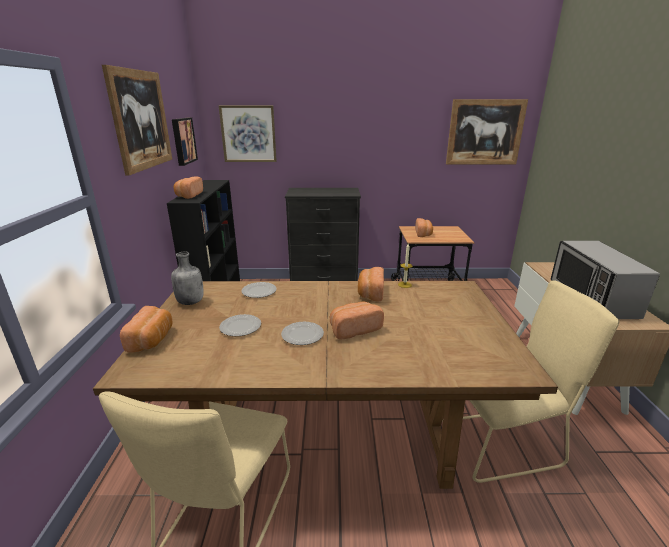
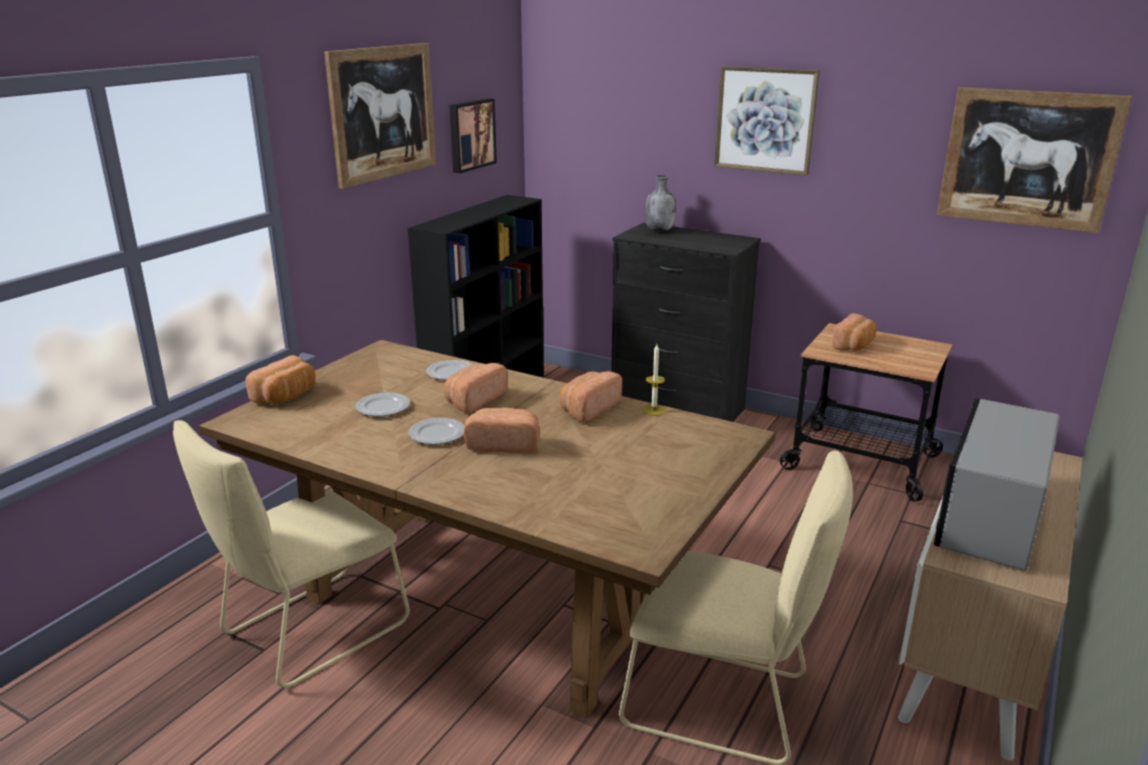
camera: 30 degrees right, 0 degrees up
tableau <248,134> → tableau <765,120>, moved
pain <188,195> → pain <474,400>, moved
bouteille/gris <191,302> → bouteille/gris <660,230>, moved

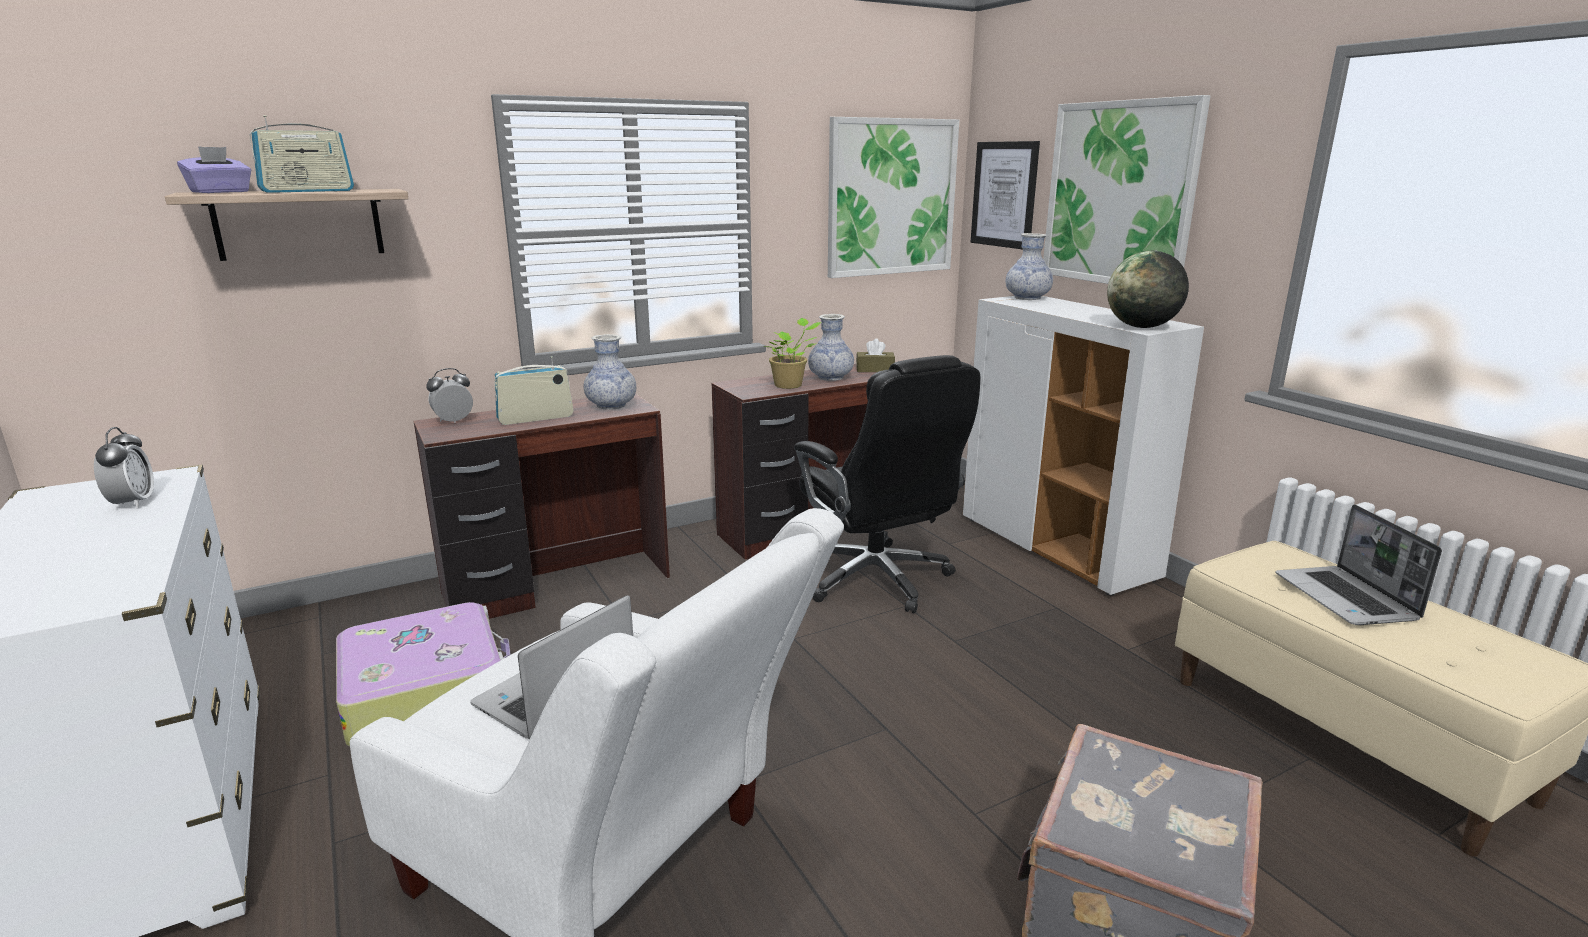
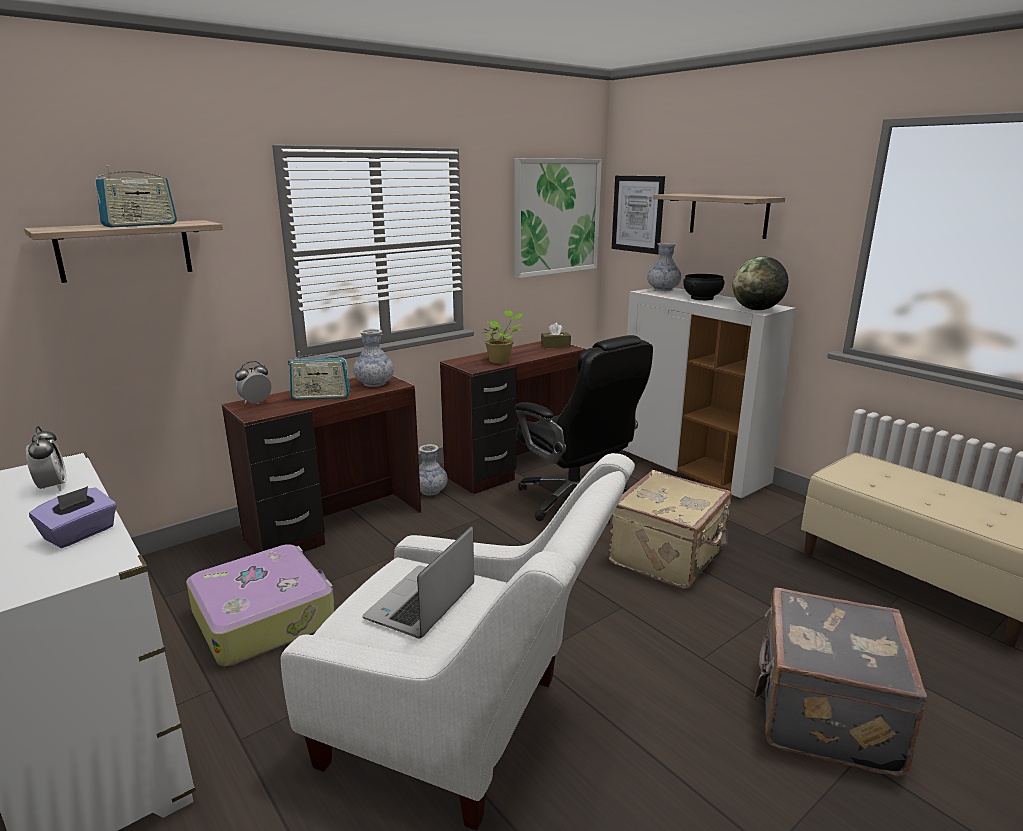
camera: 10 degrees left, 0 degrees up
tableau <1119,194> → étagère <728,215>
boîte à mouchoirs/violet <220,192> → boîte à mouchoirs/violet <80,534>, moved
vase <830,378> → vase <430,491>, moved
radio <535,418> → radio <321,397>, 150 degrees counterclockwise
ordinateur portable <1347,598> → -
- → bol/noir <702,298>
- → valise/beige <669,556>

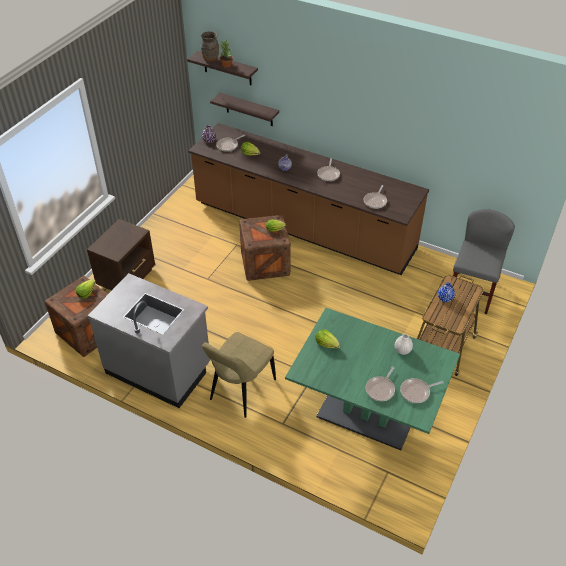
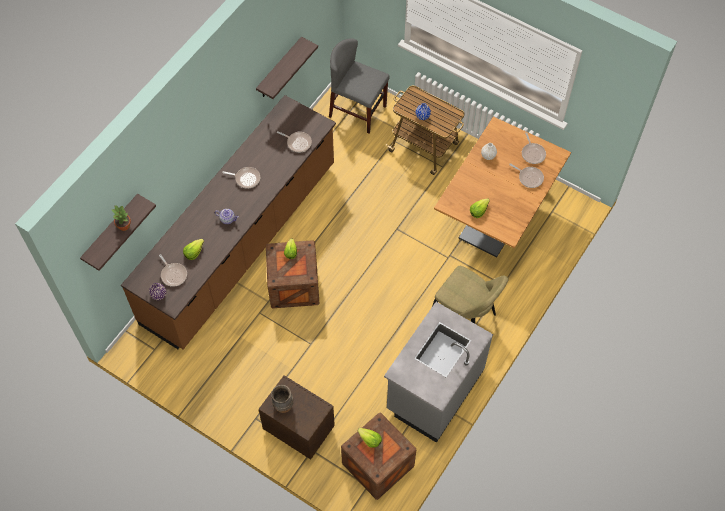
camera: 85 degrees left, 15 degrees up
vase/marron <210,59> → vase/marron <283,406>, moved
étagère <249,110> → étagère <279,69>, moved
table à manger/vert <366,415> → table à manger/marron <495,218>

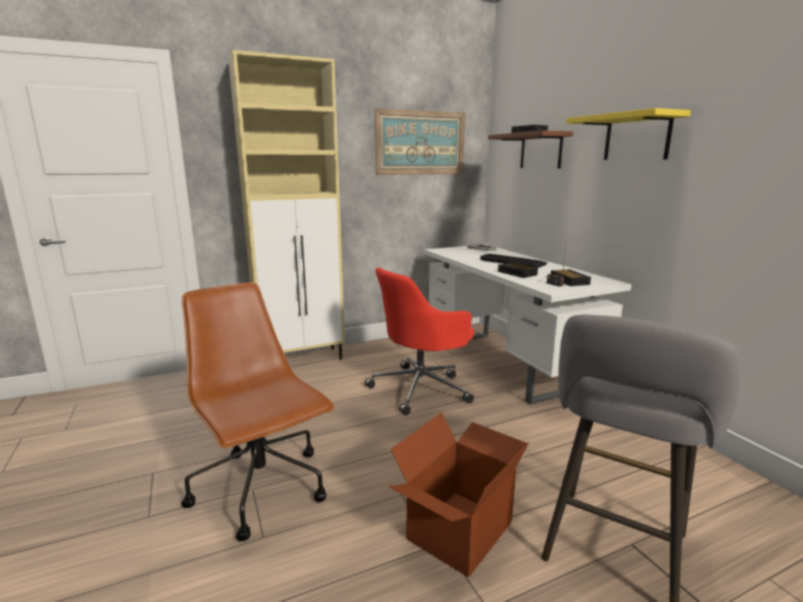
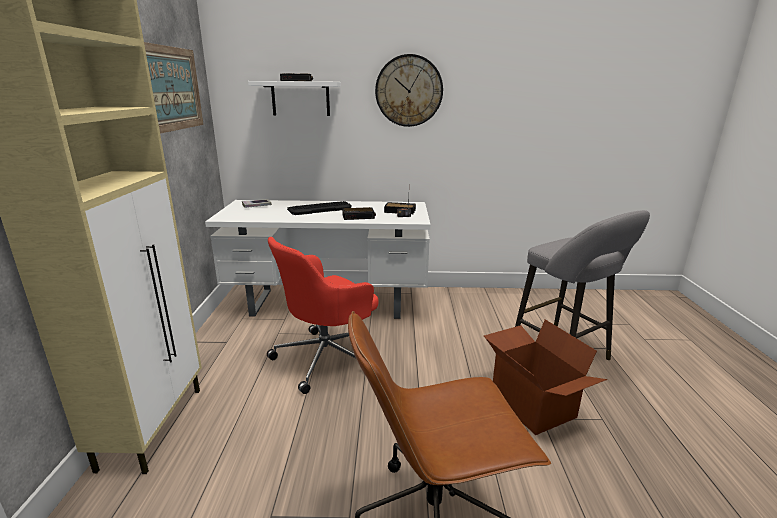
camera: 65 degrees left, 5 degrees up
étagère/jaune <636,137> → horloge murale <409,91>
étagère/marron <541,151> → étagère/blanc <300,98>
chaise de bureau/rouge <421,388> → chaise de bureau/rouge <327,358>, 60 degrees clockwise

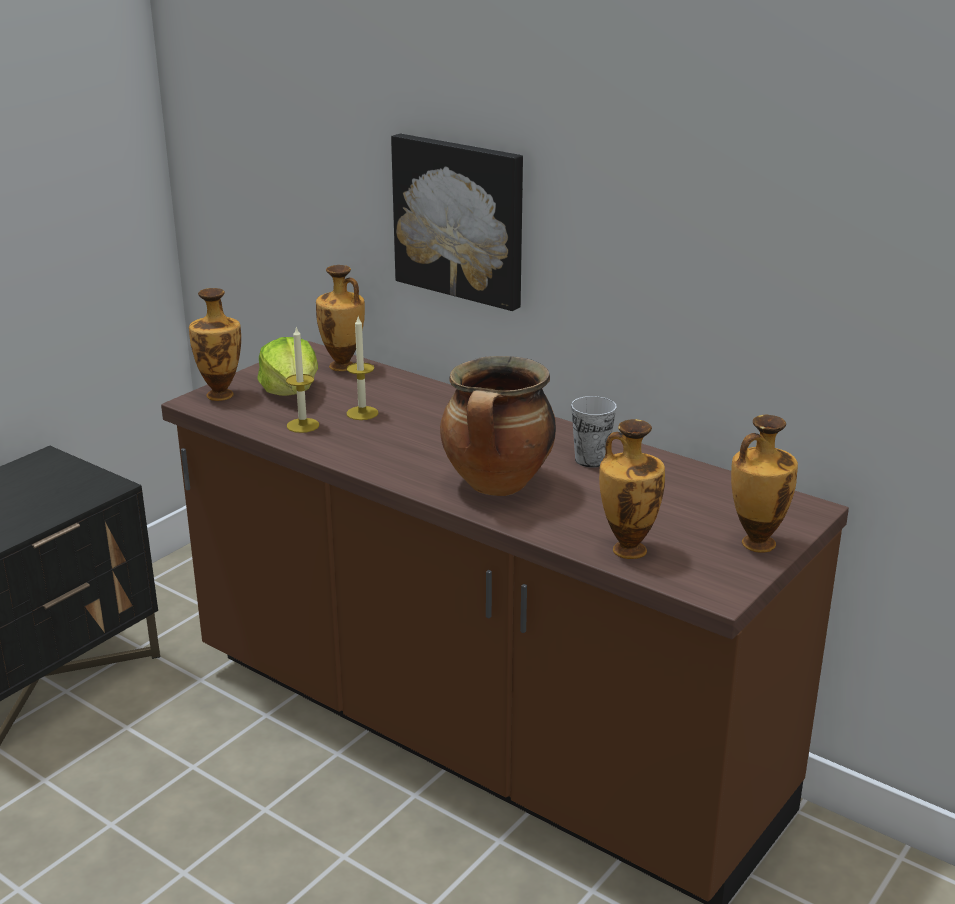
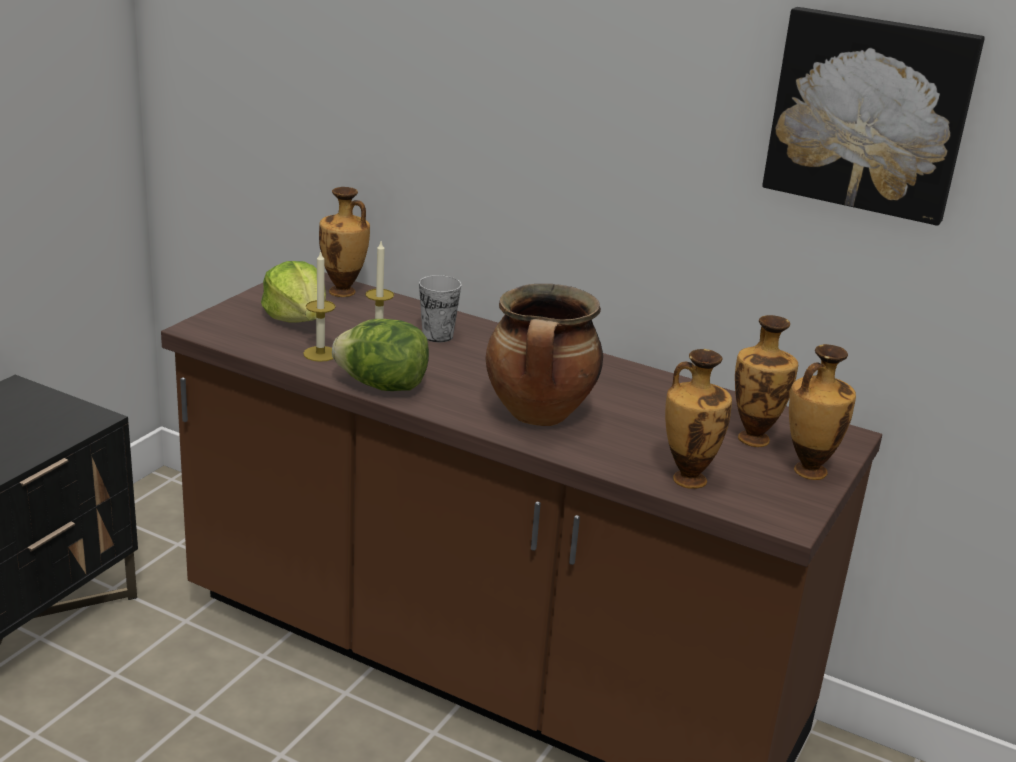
camera: 10 degrees left, 0 degrees up
tableau <461,219> → tableau <869,113>, moved
vase <221,394> → vase <754,438>, moved
tasse <591,460> → tasse <437,335>, moved
- → laitue <382,386>

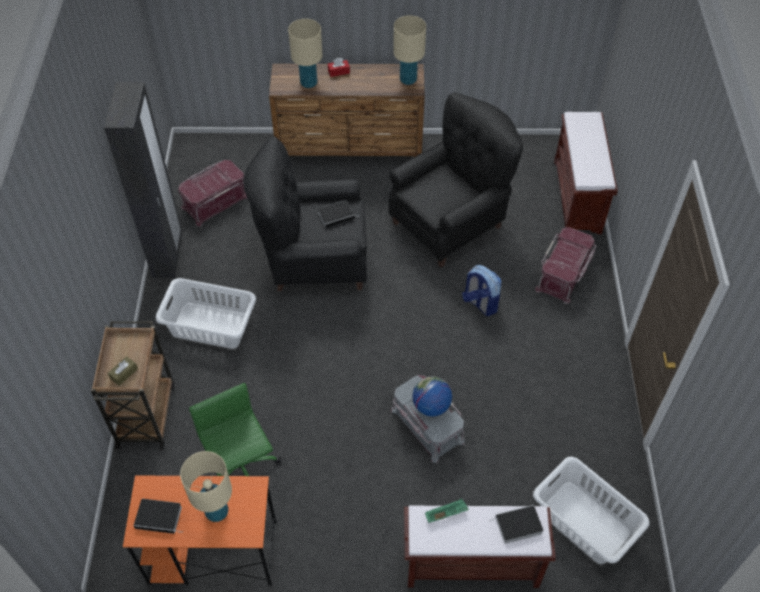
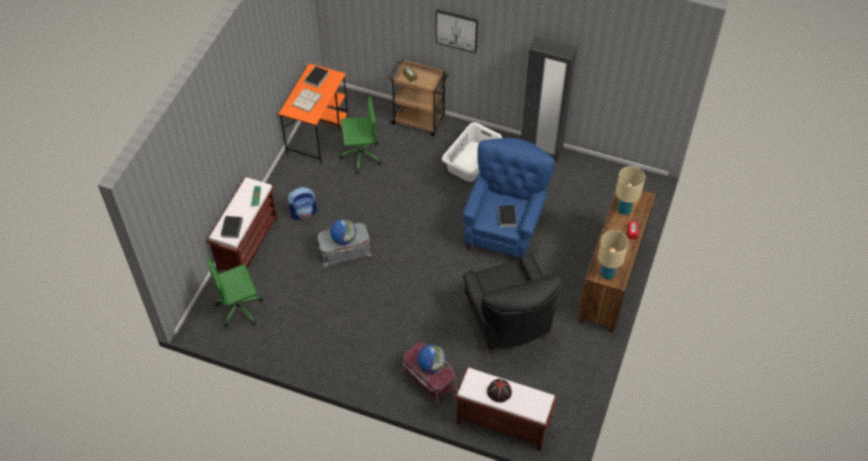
camera: 110 degrees right, 0 degrees up
fauteuil/noir <314,261> → fauteuil/bleu <504,228>
boîte de rangement/rouge <215,201> → -
sac à dos <480,303> → sac à dos <304,212>, moved
lampe de table/beige <217,511> → livre/blanc <307,100>
panier à linge/blanc <584,523> → chaise de bureau/vert <240,308>
- → tableau <457,30>
- → globe <431,365>
- → chapeau/noir <499,391>

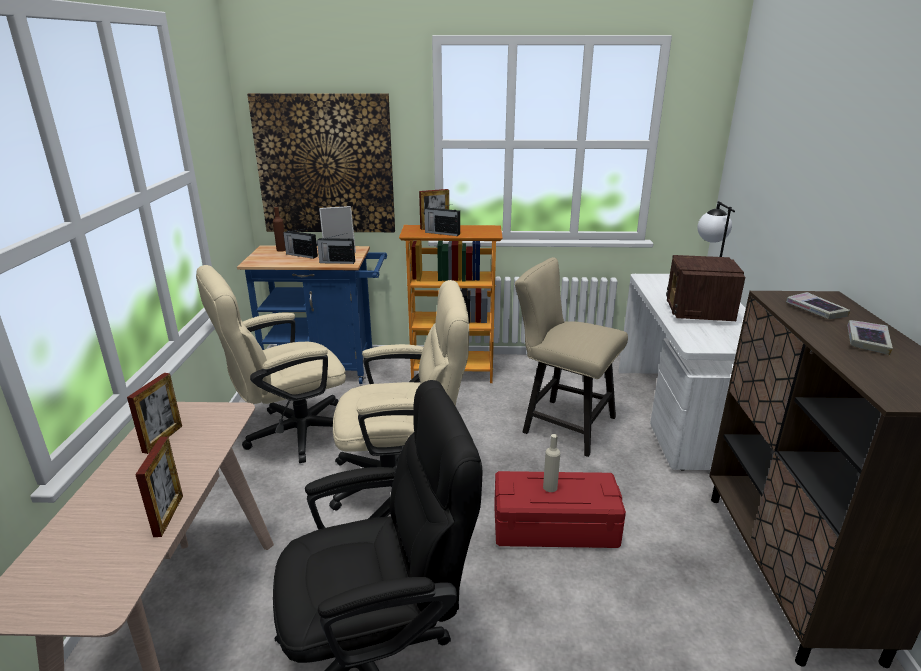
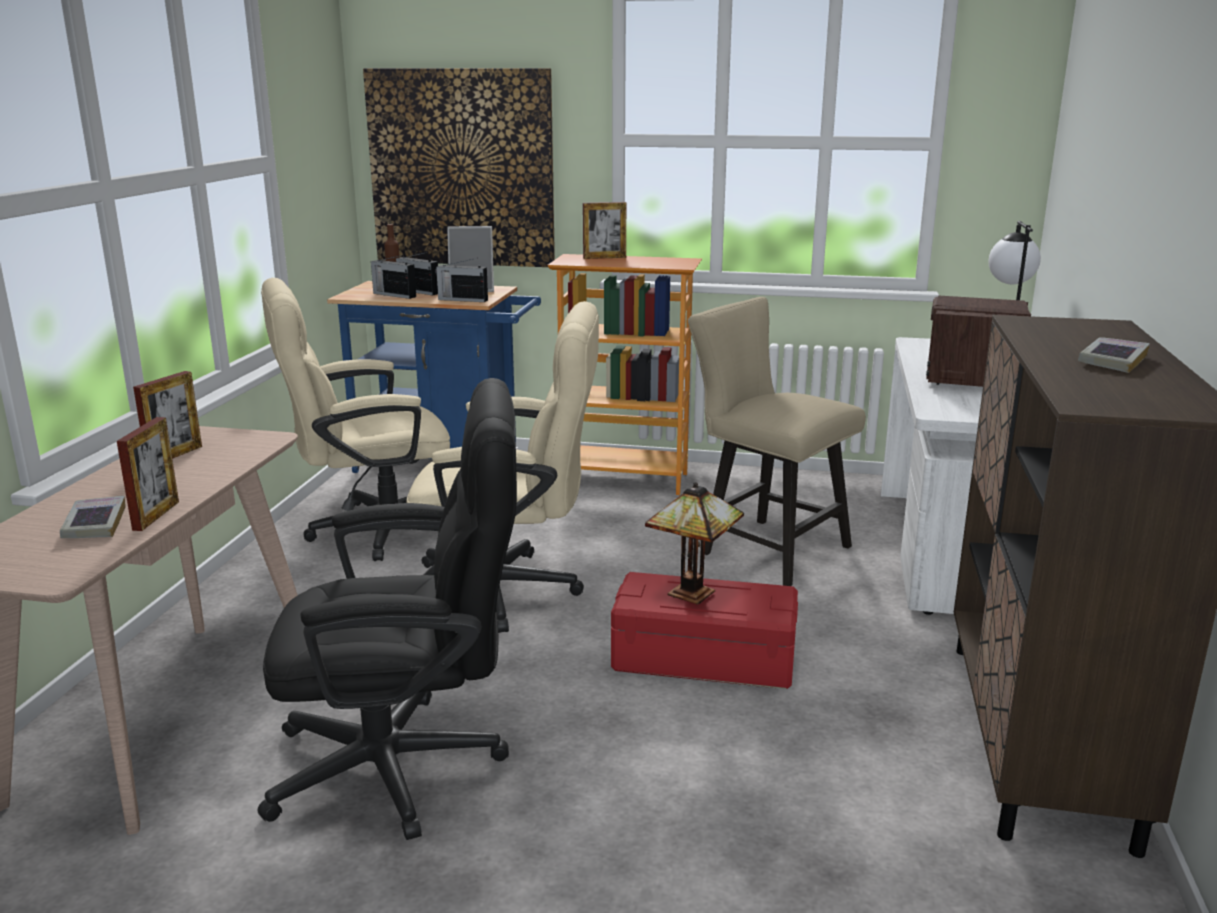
camera: 10 degrees right, 5 degrees down
radio <441,233> → radio <394,295>, moved
livre <815,310> → livre <95,524>, moved
bouteille/beige <550,487> → lampe de table <695,593>

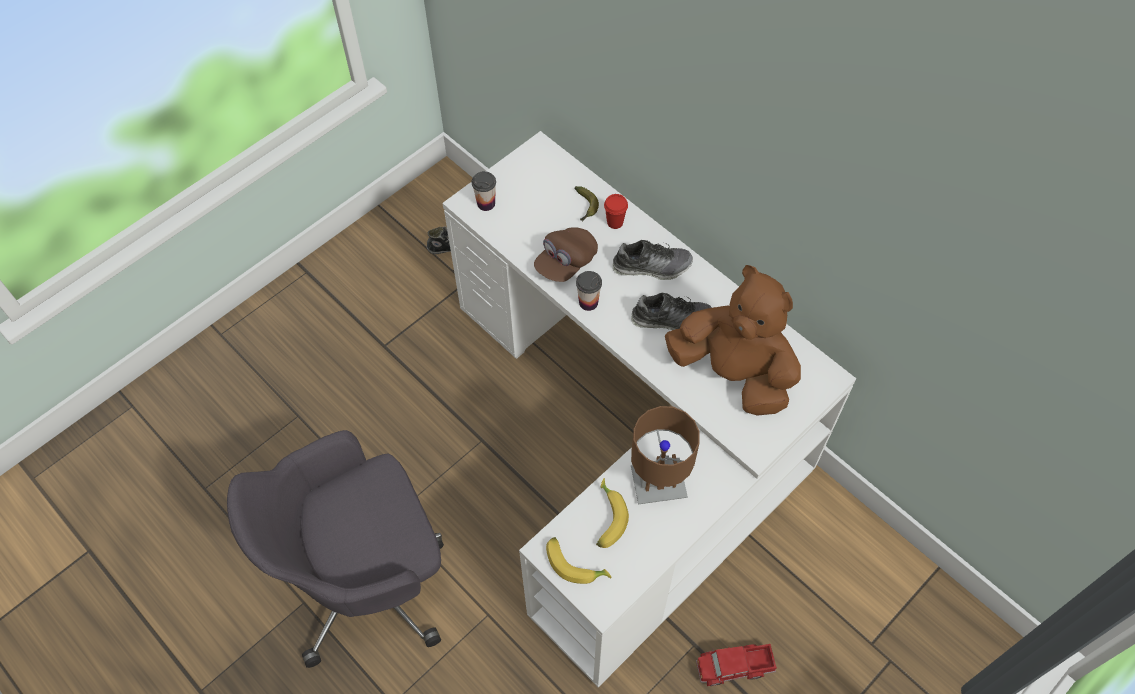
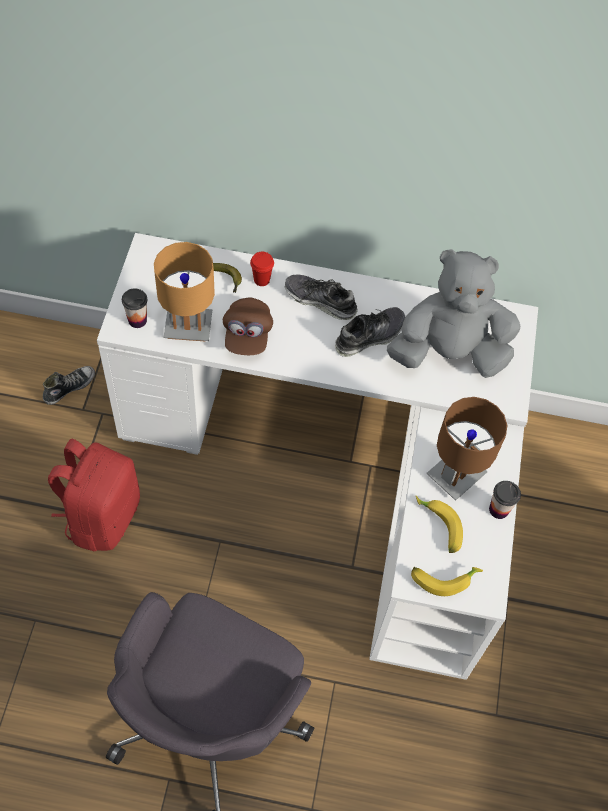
camera: 40 degrees left, 0 degrees up
chaussure <652,266> → chaussure <320,301>, 120 degrees counterclockwise
peluche/marron <733,373> → peluche/gris <449,353>
tasse <588,302> → tasse <498,509>, moved
camion jouet <734,667> → -
- → lampe de table/marron <188,326>
- → sac à dos/rouge <102,516>

